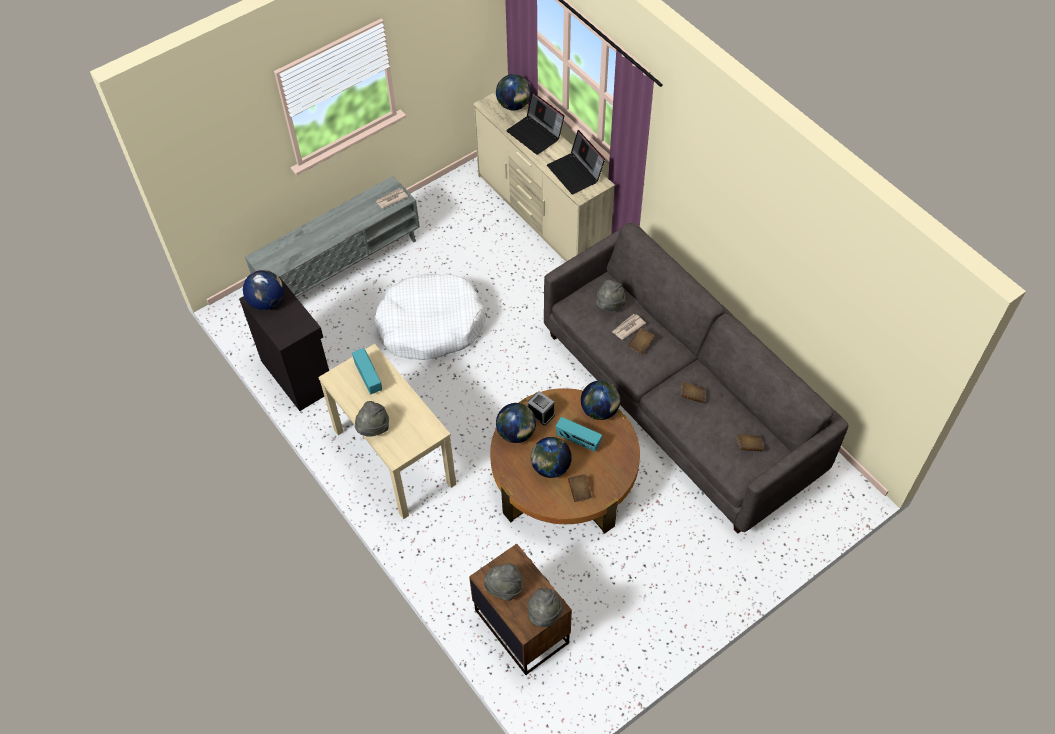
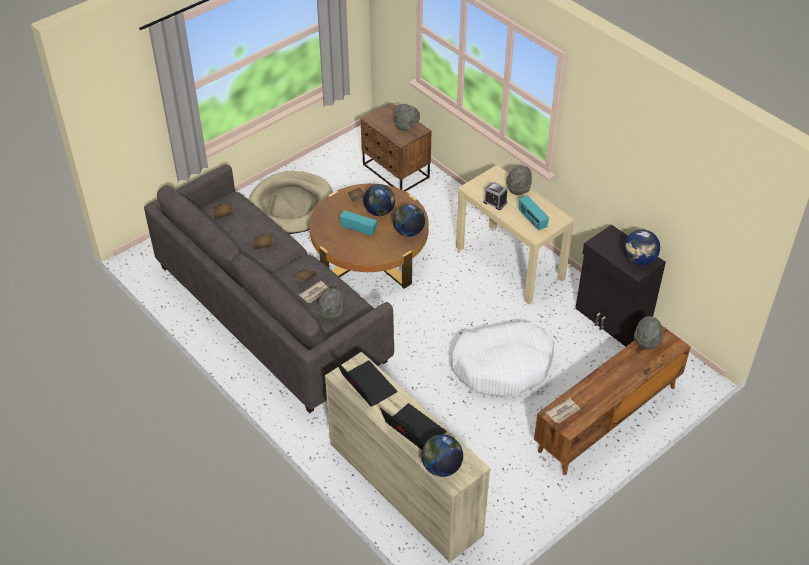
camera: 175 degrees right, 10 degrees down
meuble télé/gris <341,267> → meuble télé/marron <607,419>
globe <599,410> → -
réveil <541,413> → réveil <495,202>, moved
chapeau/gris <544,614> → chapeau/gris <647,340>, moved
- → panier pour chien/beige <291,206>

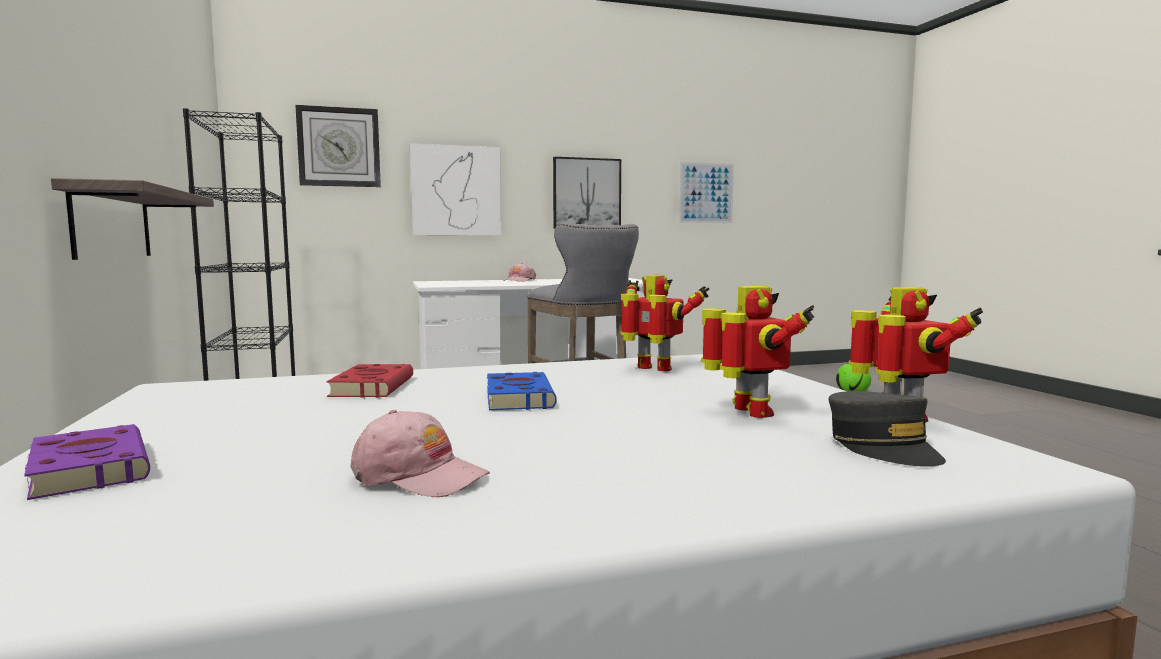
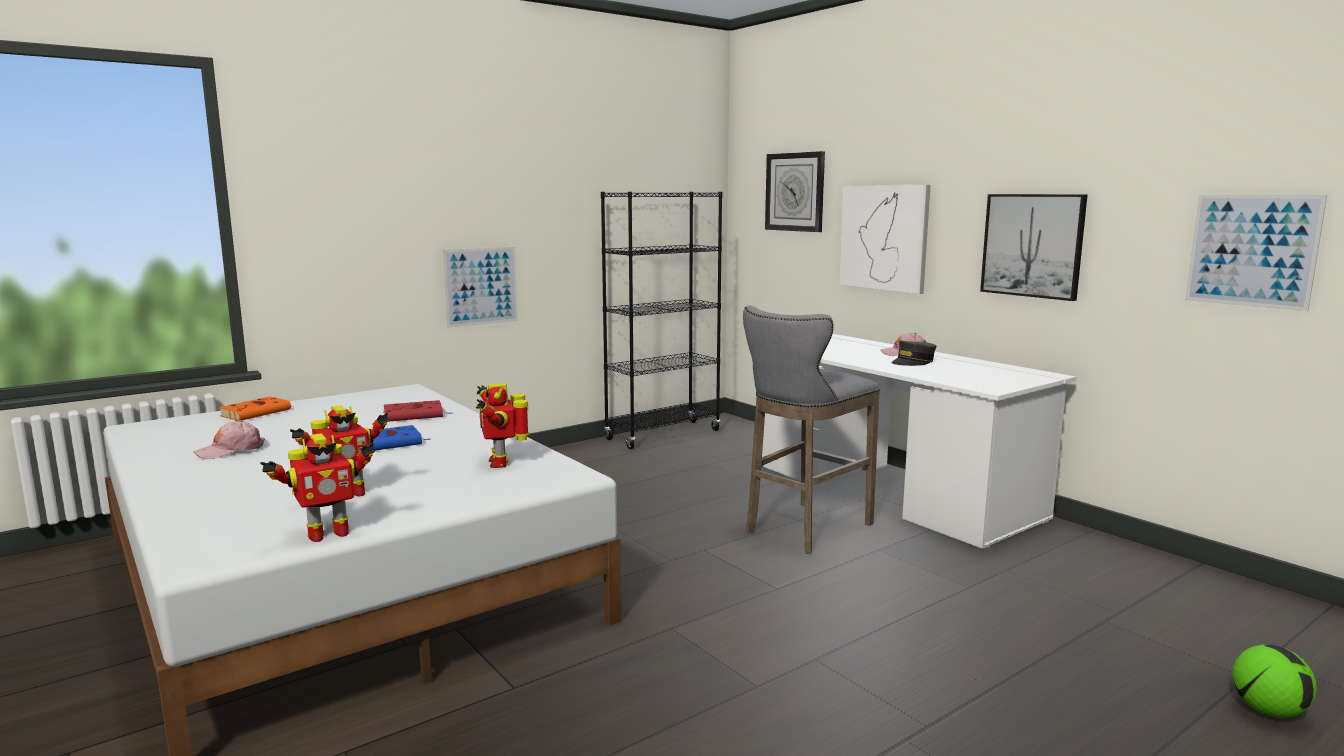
camera: 70 degrees right, 5 degrees up
étagère <112,223> → tableau <481,286>
robot jouet <654,369> → robot jouet <501,462>, 150 degrees clockwise
casquette/gris <883,446> → casquette/gris <913,362>, moved
casquette/rose <419,475> → casquette/rose <230,450>, 45 degrees clockwise
livre/violet <89,468> → livre/orange <257,412>

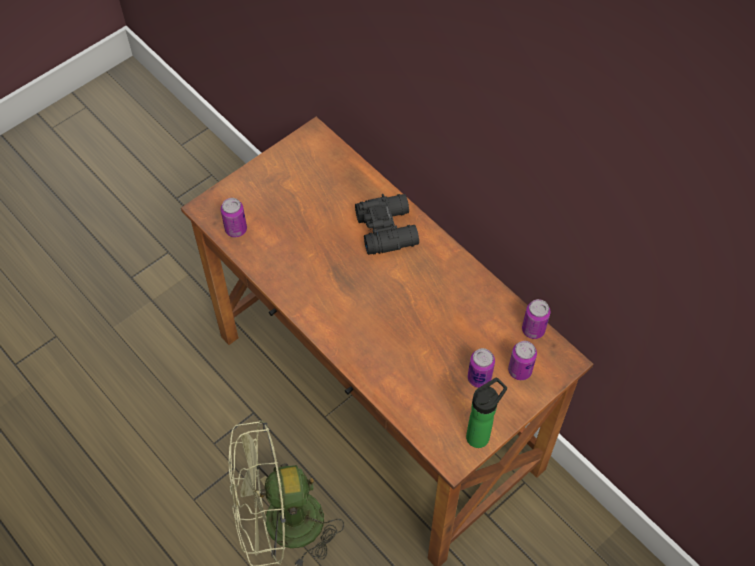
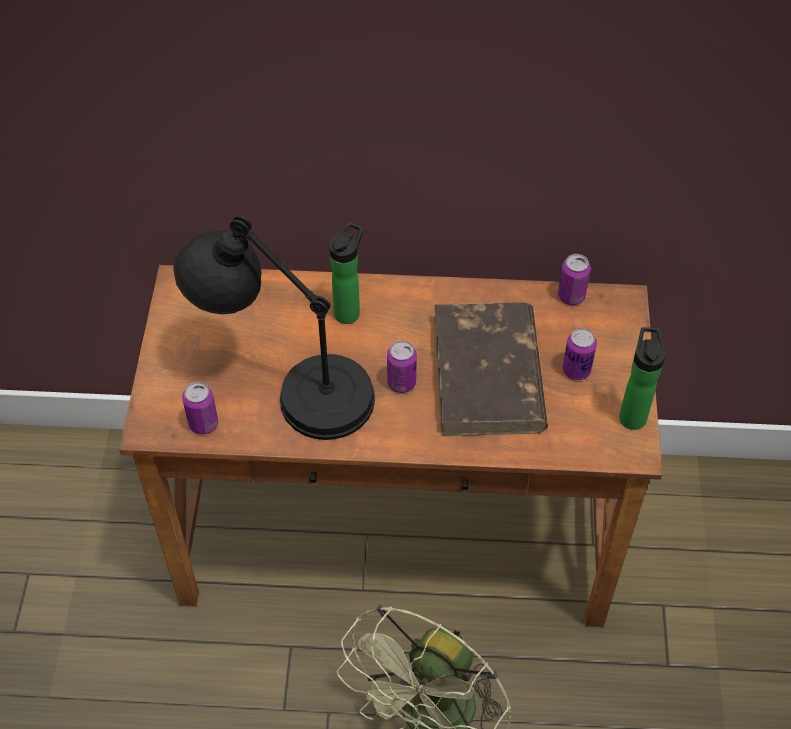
camera: 45 degrees left, 5 degrees down
jumelles/noir <387,228> → bouteille <349,311>
boîte métallique <520,370> → boîte métallique <401,383>, moved
- → lampe de table/noir <286,386>
- → livre/marron <488,375>

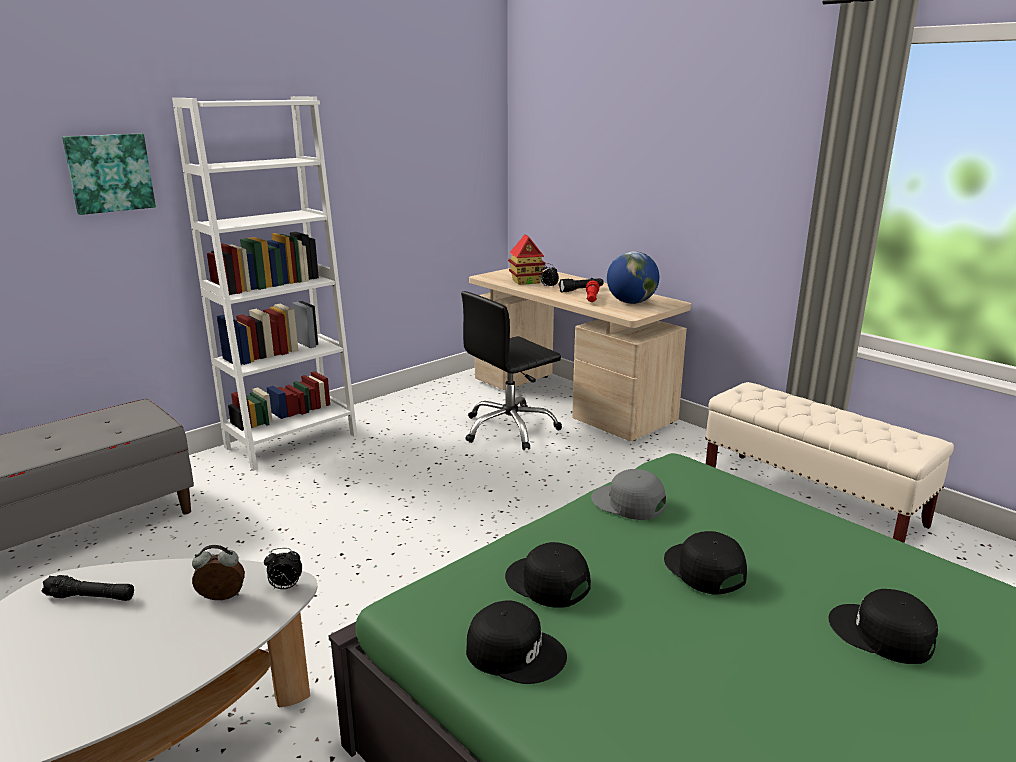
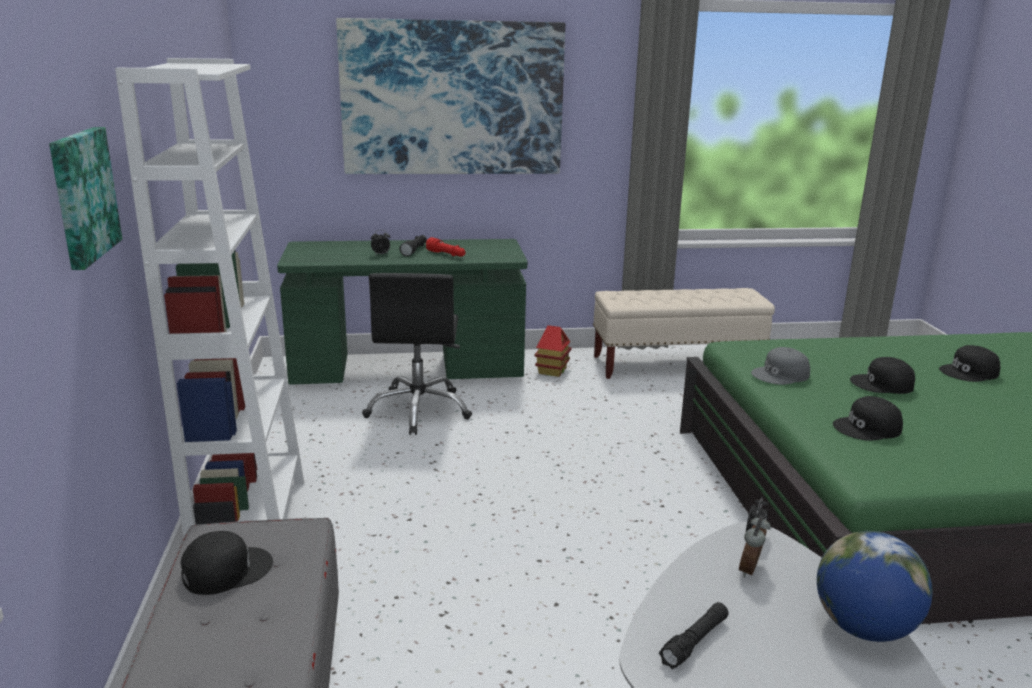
camera: 55 degrees left, 0 degrees up
maison miniature <526,281> → maison miniature <552,371>, moved
globe <631,302> → globe <864,628>, moved
bureau/beige <569,401> → bureau/vert <407,369>
casquette/noir <515,651> → casquette/noir <226,570>, moved
- → tableau <452,98>

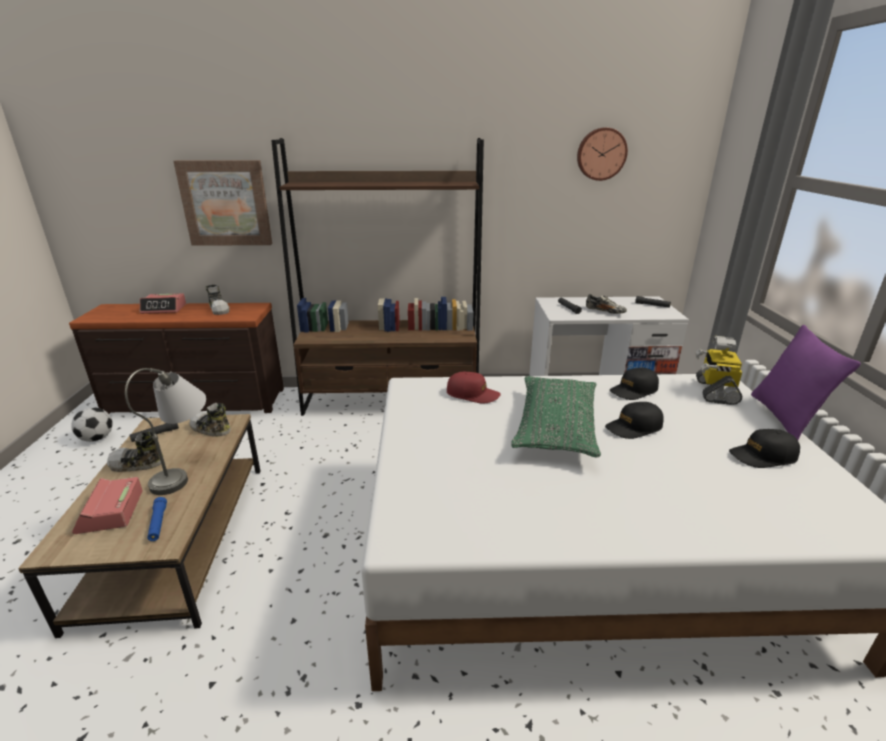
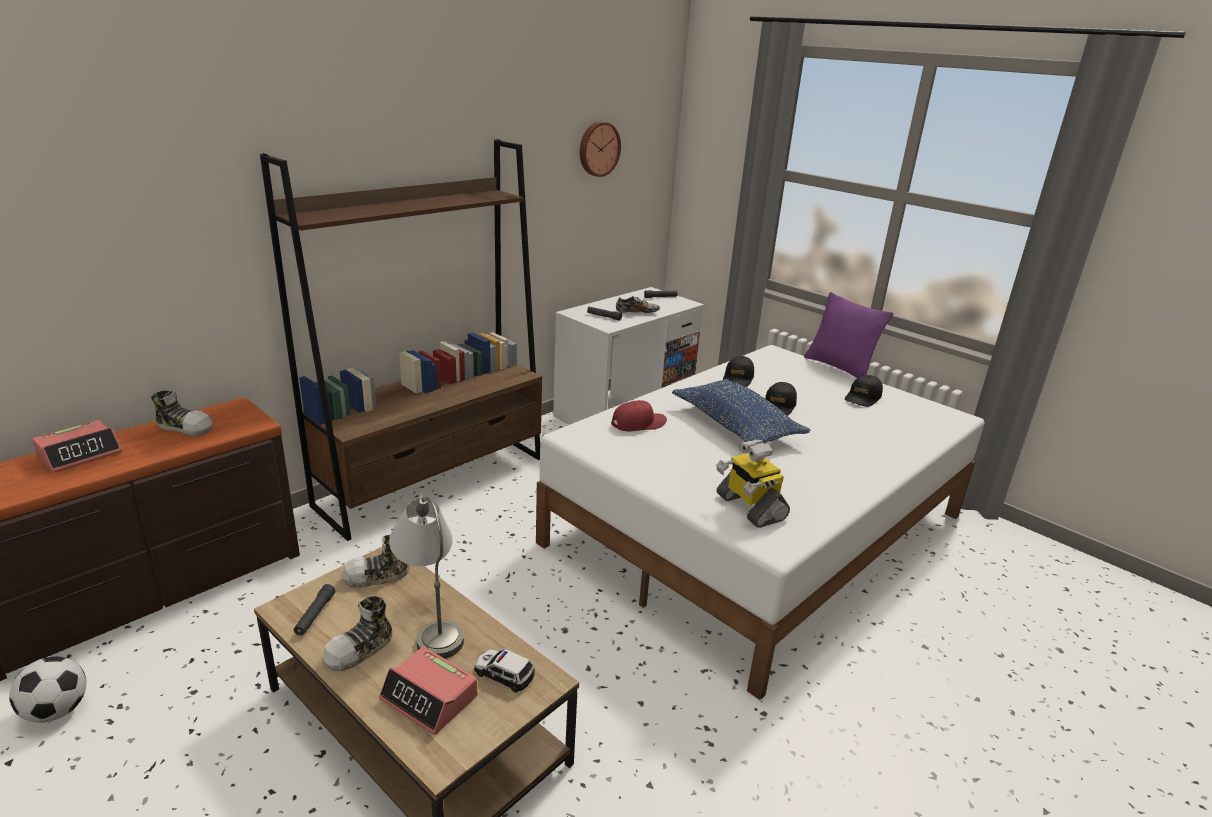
camera: 45 degrees left, 0 degrees up
tableau <226,203> → -
robot jouet <714,391> → robot jouet <749,507>, moved
coussin/vert <555,427> → coussin/bleu <736,426>
lampe de poche/bleu <158,523> → petite voiture <503,674>

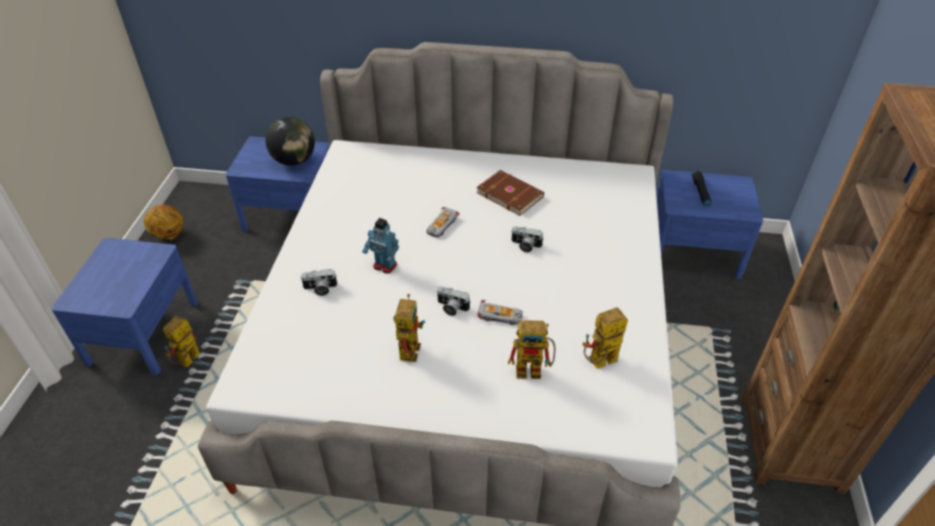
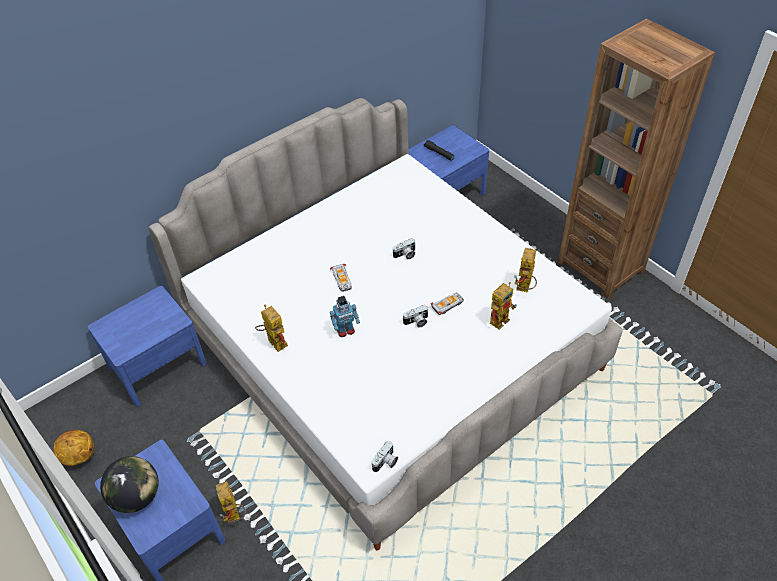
camera: 45 degrees left, 5 degrees up
globe <294,161> → globe <137,496>, moved
livre/marron <510,194> → -
appareil photo <320,289> → appareil photo <386,462>, moved
robot jouet <408,346> → robot jouet <273,341>, moved

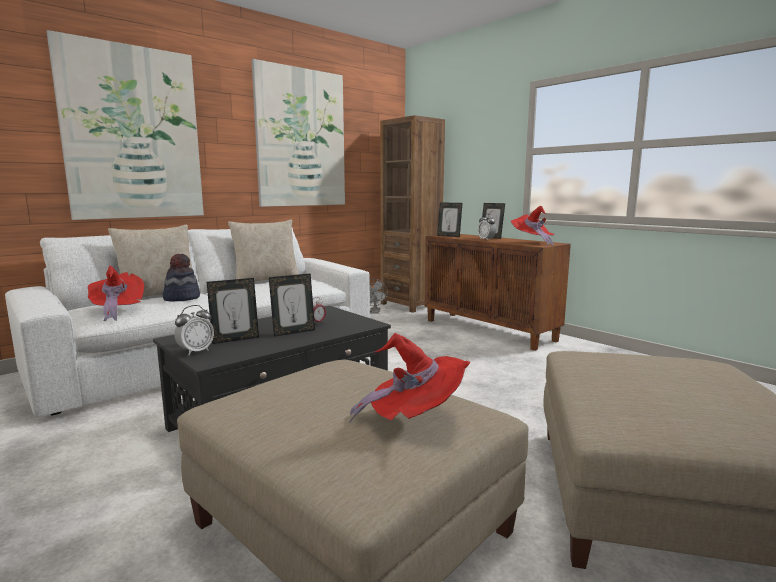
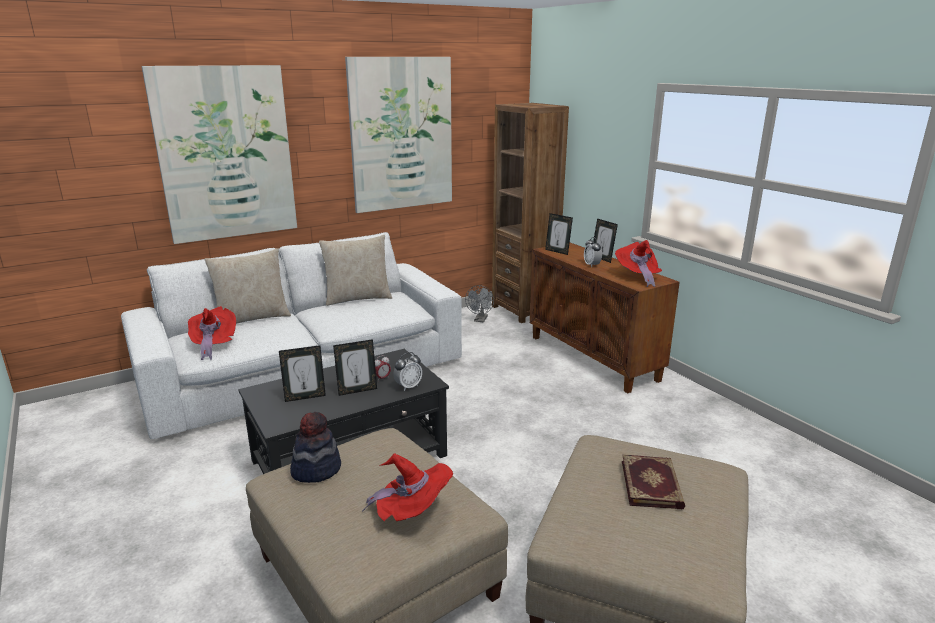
camera: 10 degrees right, 10 degrees up
chapeau <181,298> → chapeau <316,469>, moved
réveil <196,351> → réveil <408,386>, moved
- → livre <652,484>

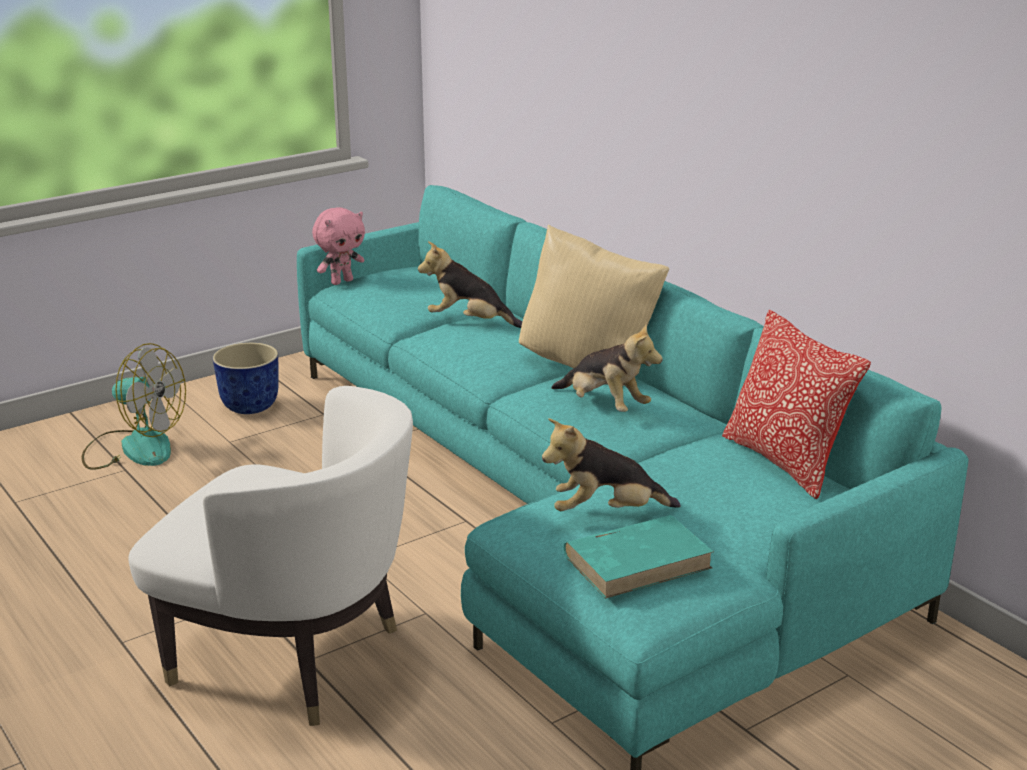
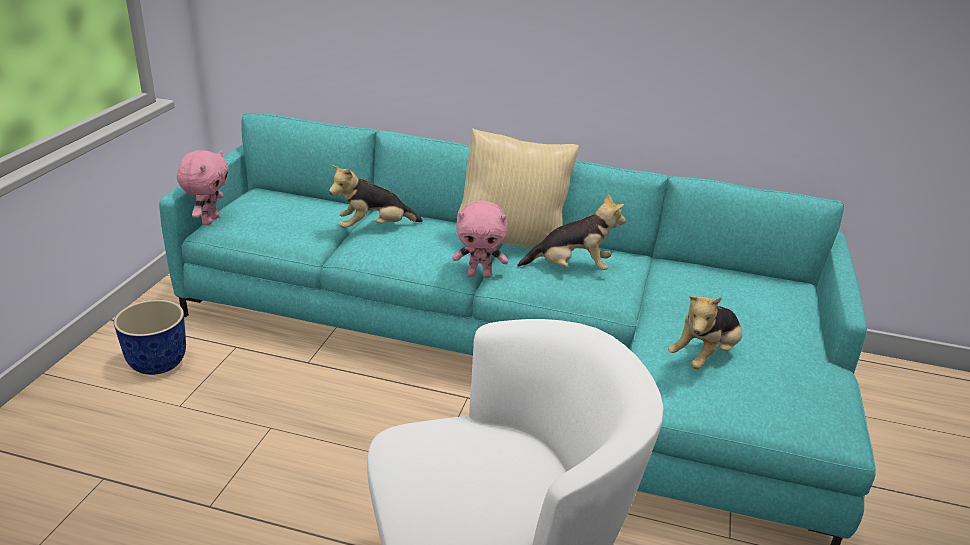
camera: 40 degrees left, 5 degrees up
coussin <784,462> → -
ventilateur <134,447> → -
livre/turquoise <638,561> → -
- → peluche/rose <479,275>

